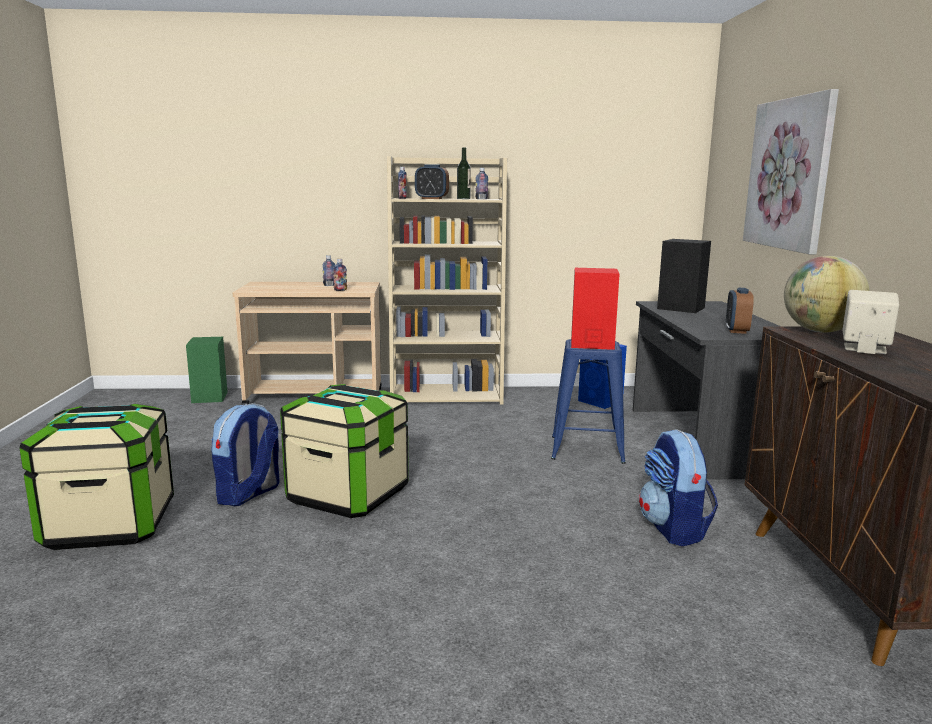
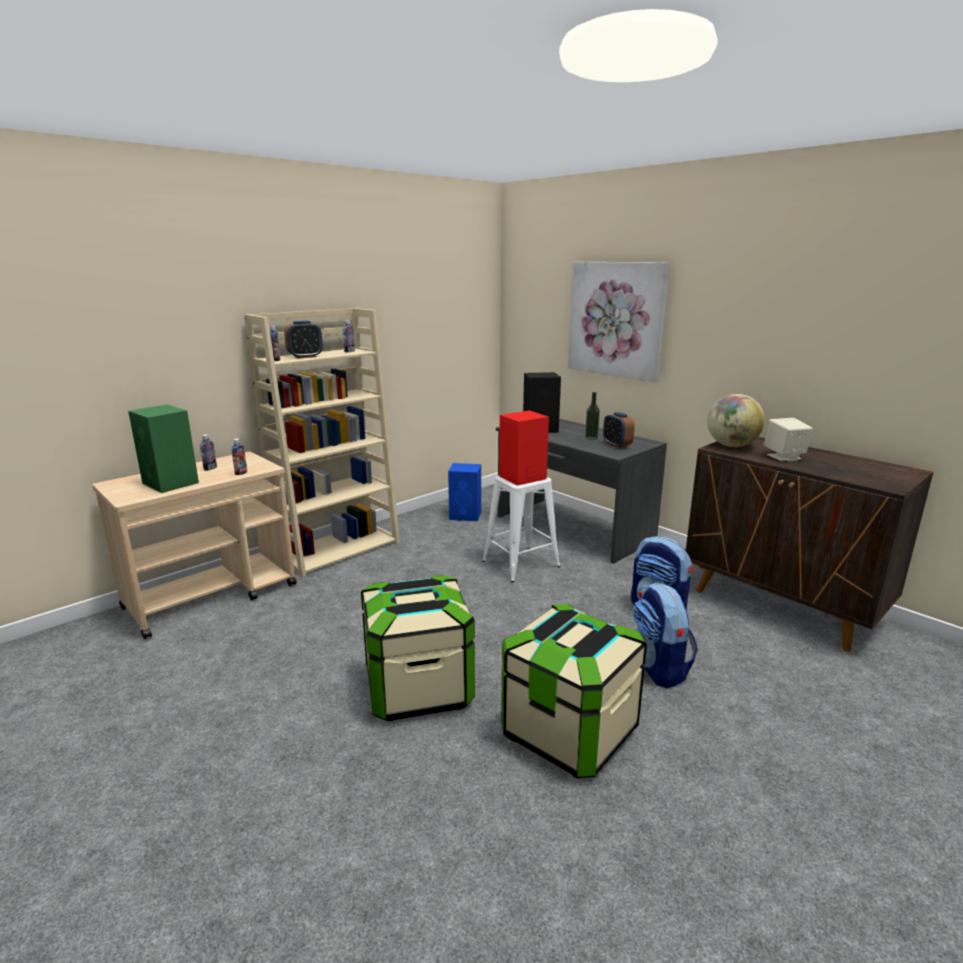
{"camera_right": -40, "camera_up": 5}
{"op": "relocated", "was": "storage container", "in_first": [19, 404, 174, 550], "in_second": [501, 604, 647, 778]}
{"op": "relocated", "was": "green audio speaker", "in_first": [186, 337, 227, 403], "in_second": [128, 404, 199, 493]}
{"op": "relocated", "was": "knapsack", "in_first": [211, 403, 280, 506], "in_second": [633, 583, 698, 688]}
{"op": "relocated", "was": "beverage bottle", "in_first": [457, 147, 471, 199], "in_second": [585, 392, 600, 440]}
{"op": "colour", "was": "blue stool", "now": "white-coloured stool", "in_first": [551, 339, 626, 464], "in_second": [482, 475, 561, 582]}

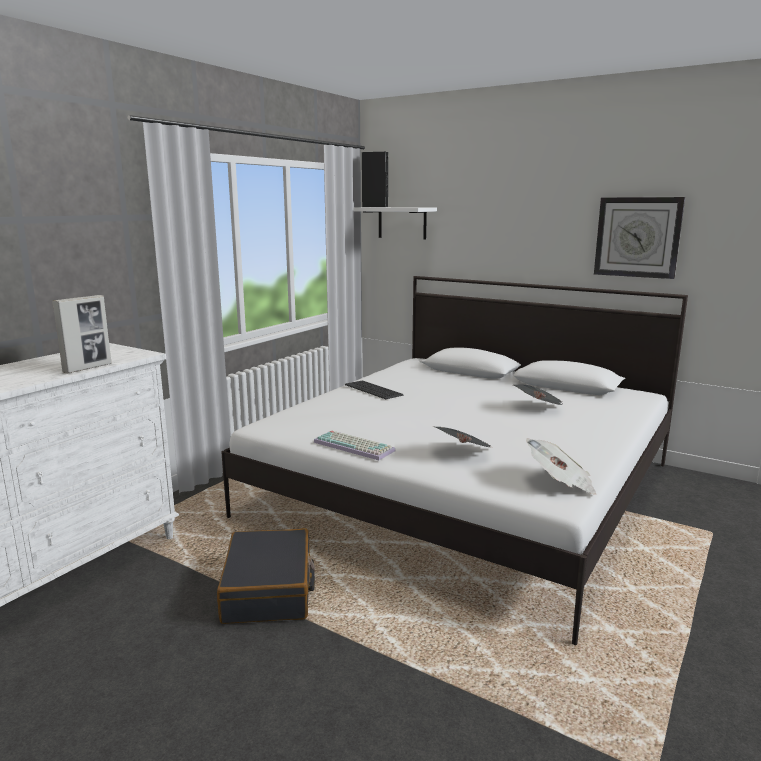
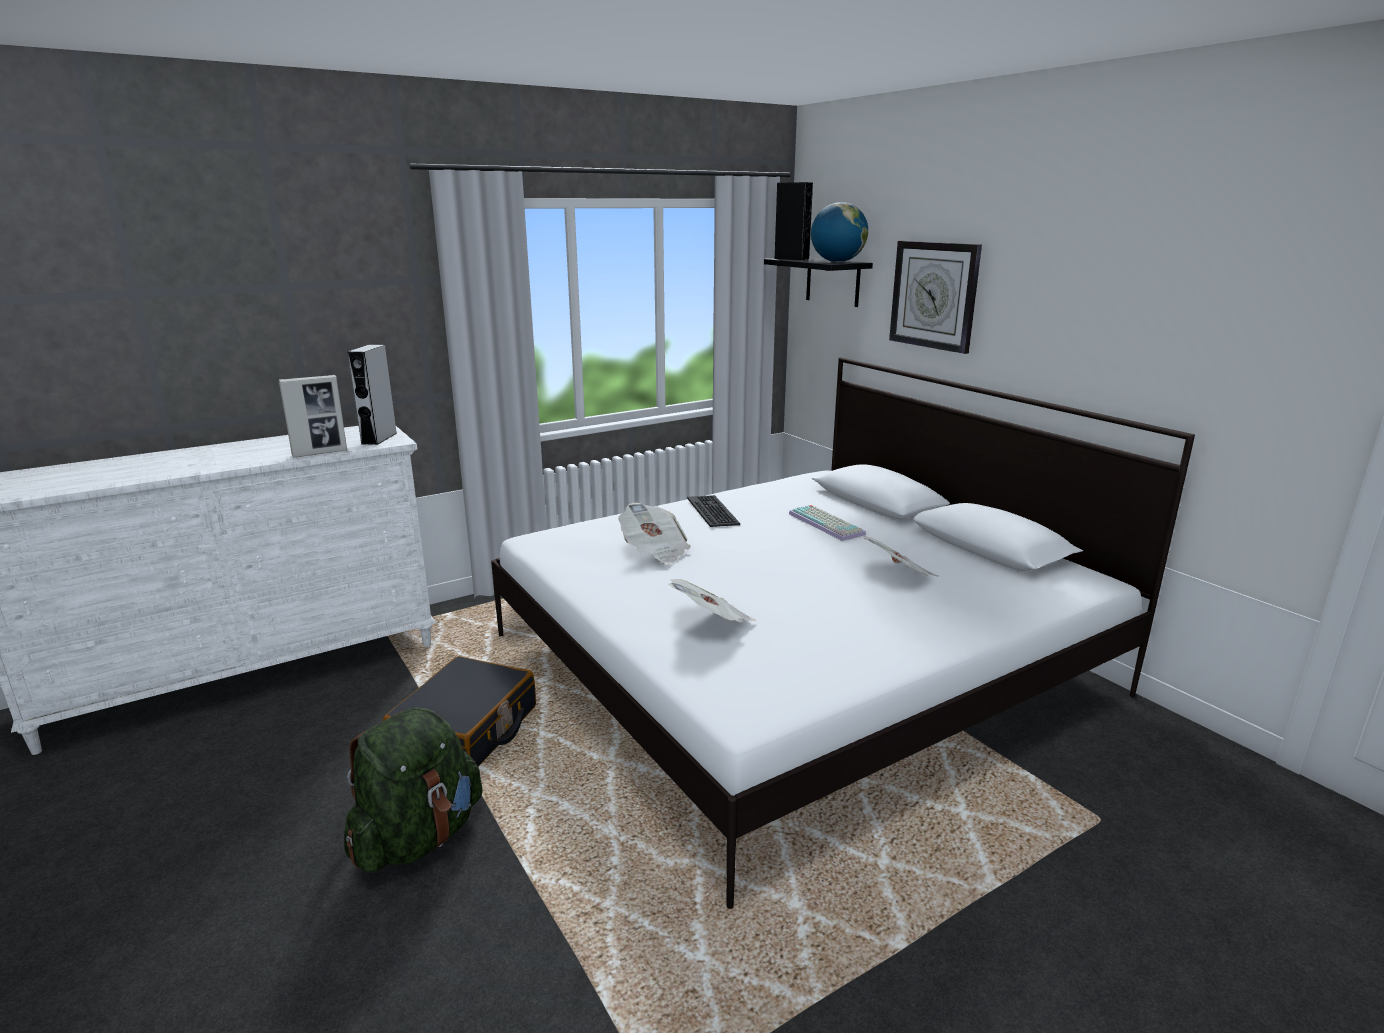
{"camera_right": 25, "camera_up": 5}
{"op": "relocated", "was": "computer keyboard", "in_first": [314, 431, 395, 460], "in_second": [789, 505, 866, 541]}
{"op": "colour", "was": "white-coloured bracket shelf", "now": "black bracket shelf", "in_first": [354, 207, 437, 239], "in_second": [764, 258, 873, 307]}
{"op": "relocated", "was": "daily paper", "in_first": [526, 439, 596, 495], "in_second": [618, 503, 691, 565]}
{"op": "relocated", "was": "hanging clock", "in_first": [594, 197, 685, 279], "in_second": [889, 241, 982, 354]}
{"op": "appeared", "now": "green knapsack", "in_second": [344, 707, 482, 872]}
{"op": "appeared", "now": "greyish audio speaker", "in_second": [348, 344, 397, 445]}
{"op": "appeared", "now": "desk globe", "in_second": [811, 202, 868, 262]}

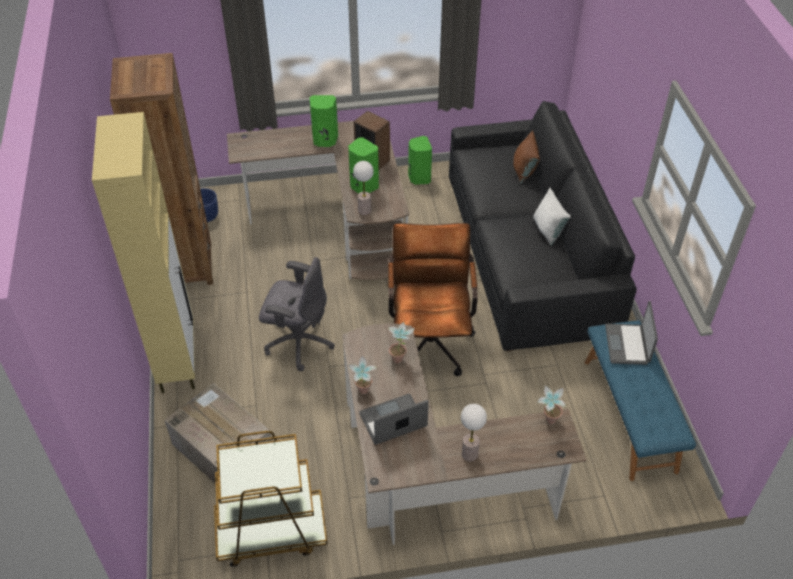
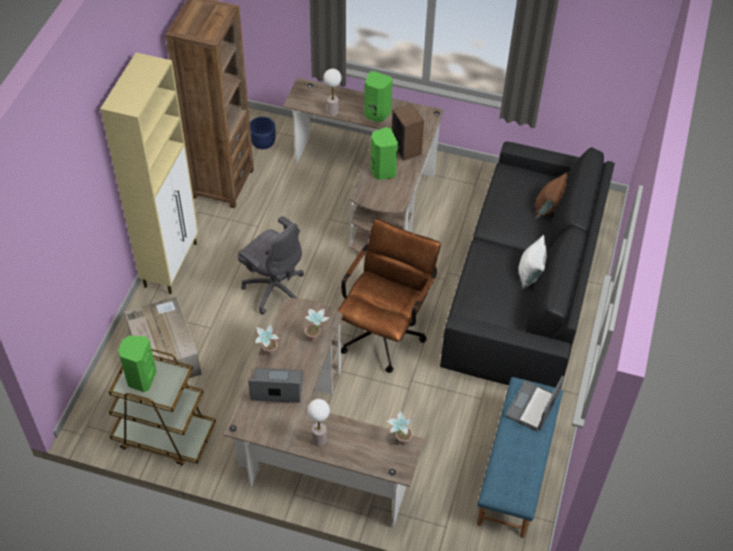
{"camera_right": 25, "camera_up": 5}
{"op": "relocated", "was": "lamp for a table", "in_first": [353, 161, 374, 215], "in_second": [324, 69, 342, 116]}
{"op": "relocated", "was": "green audio speaker", "in_first": [408, 136, 432, 185], "in_second": [118, 335, 157, 392]}

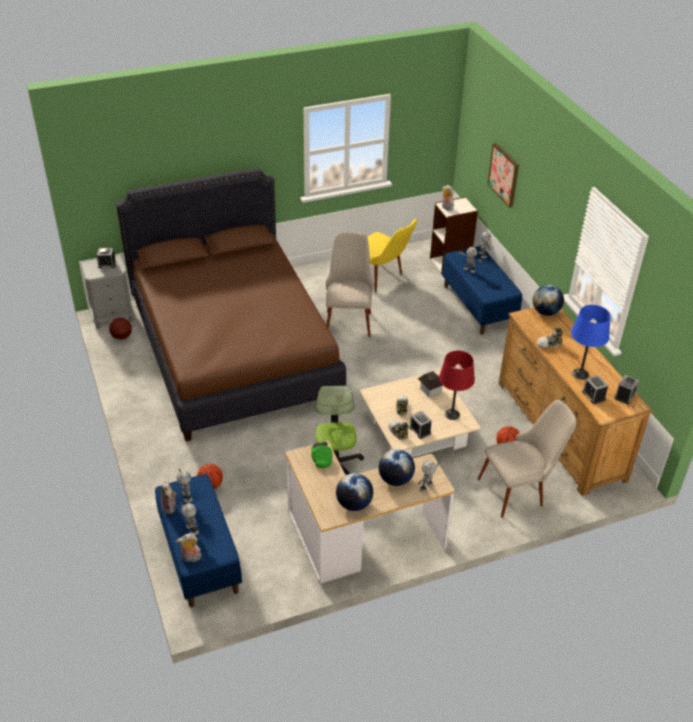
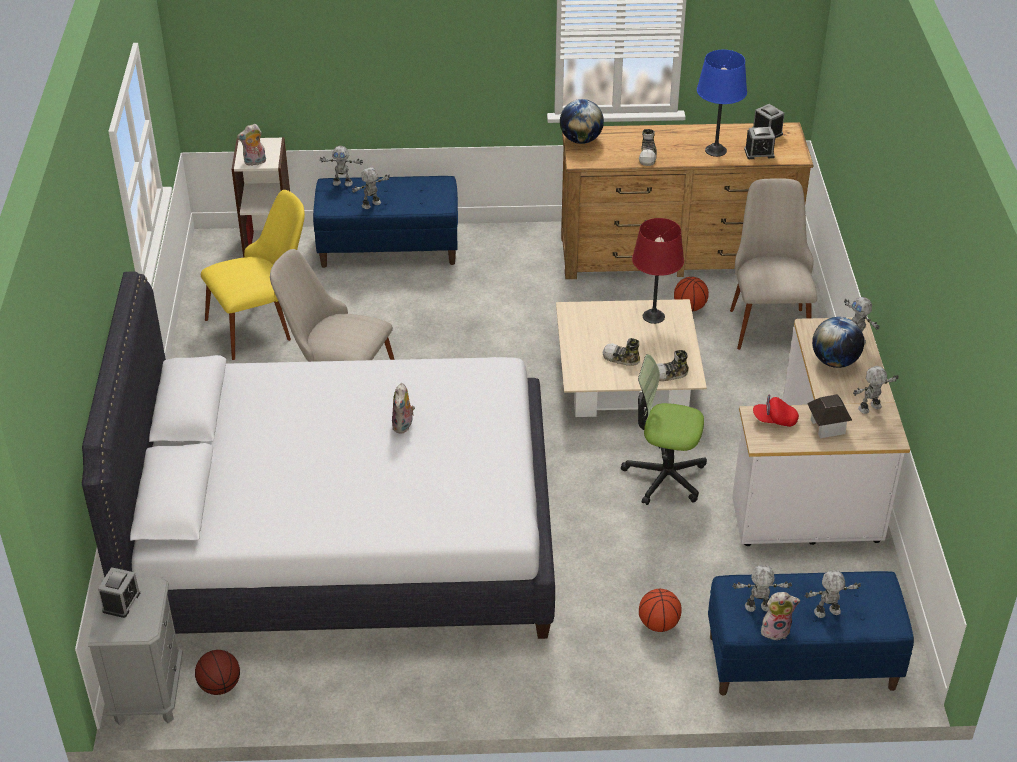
{"camera_right": -70, "camera_up": 0}
{"op": "colour", "was": "brown bedroom bed", "now": "white-coloured bedroom bed", "in_first": [116, 168, 346, 441], "in_second": [82, 272, 555, 639]}
{"op": "relocated", "was": "cuddly toy", "in_first": [176, 533, 201, 562], "in_second": [392, 383, 415, 433]}
{"op": "colour", "was": "green baseball cap", "now": "red-coloured baseball cap", "in_first": [311, 441, 332, 468], "in_second": [753, 395, 799, 427]}
{"op": "exchanged", "was": "desk globe", "now": "model robot", "in_first": [336, 473, 373, 511], "in_second": [853, 366, 898, 414]}
{"op": "missing", "was": "table clock", "in_first": [409, 411, 432, 439]}
{"op": "relocated", "was": "toy house", "in_first": [418, 371, 443, 397], "in_second": [807, 394, 852, 438]}
{"op": "missing", "was": "wall art", "in_first": [488, 143, 519, 208]}

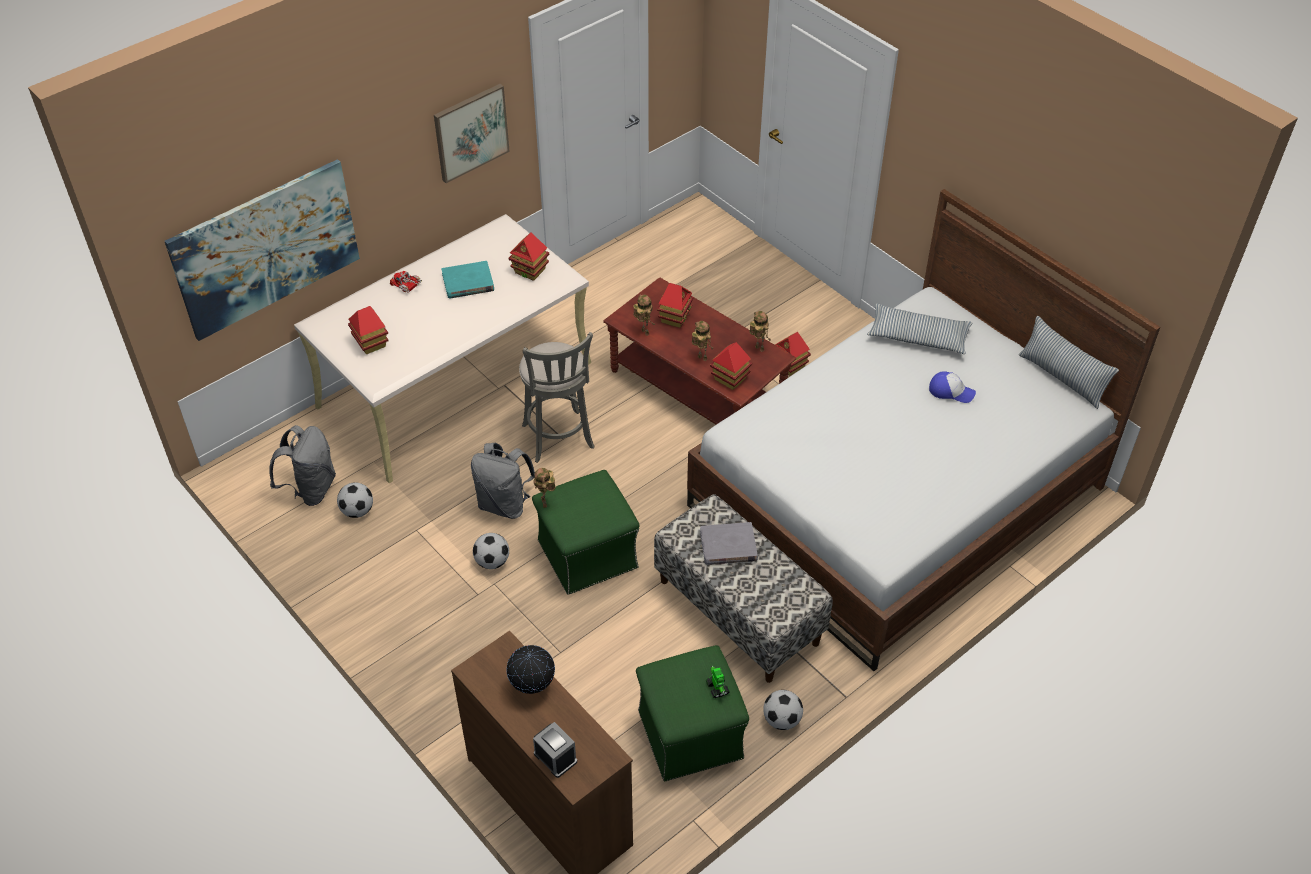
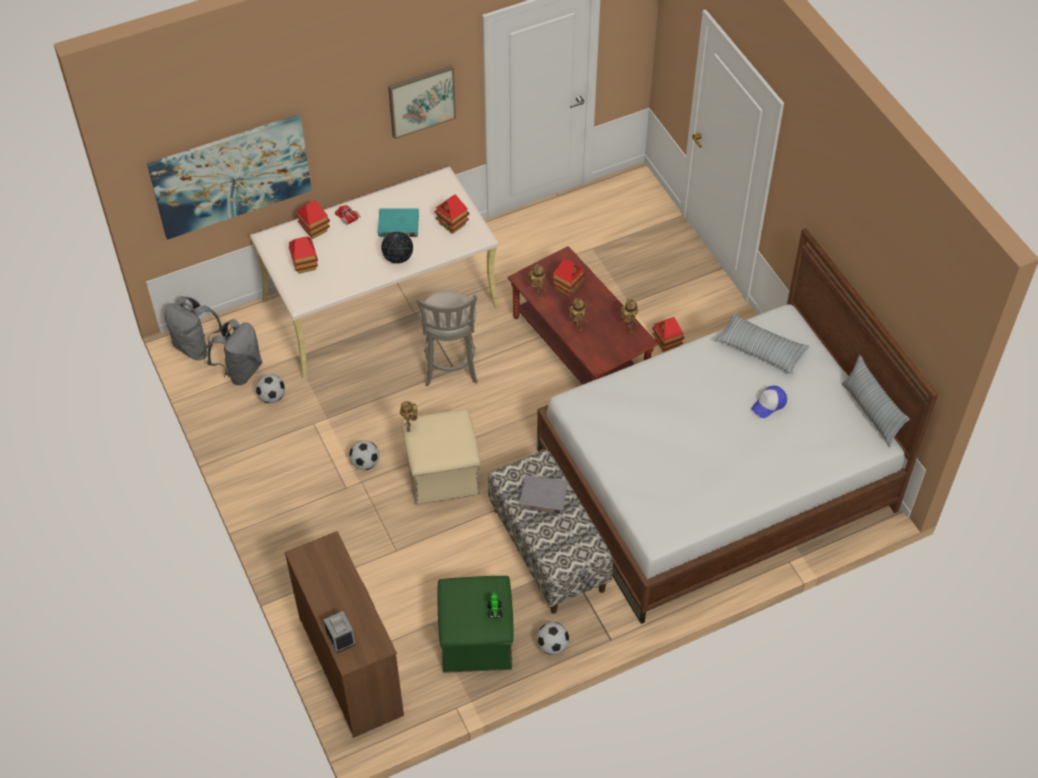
{"camera_right": 15, "camera_up": 5}
{"op": "relocated", "was": "greyish knapsack", "in_first": [471, 443, 535, 519], "in_second": [164, 297, 222, 360]}
{"op": "relocated", "was": "desk globe", "in_first": [507, 645, 555, 694], "in_second": [381, 231, 413, 264]}
{"op": "colour", "was": "green footrest", "now": "beige-coloured footrest", "in_first": [532, 470, 639, 595], "in_second": [402, 409, 480, 504]}
{"op": "relocated", "was": "toy house", "in_first": [710, 342, 752, 390], "in_second": [296, 200, 330, 239]}
{"op": "spun", "was": "baseball cap", "in_first": [929, 371, 976, 403], "in_second": [751, 386, 787, 418], "clockwise": 105}

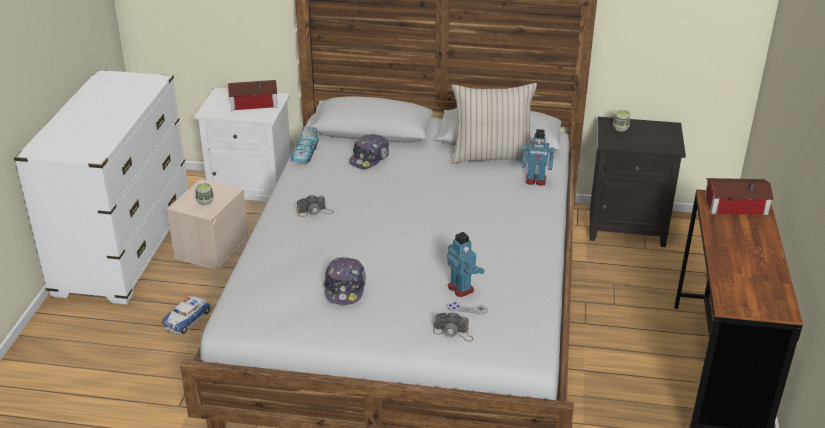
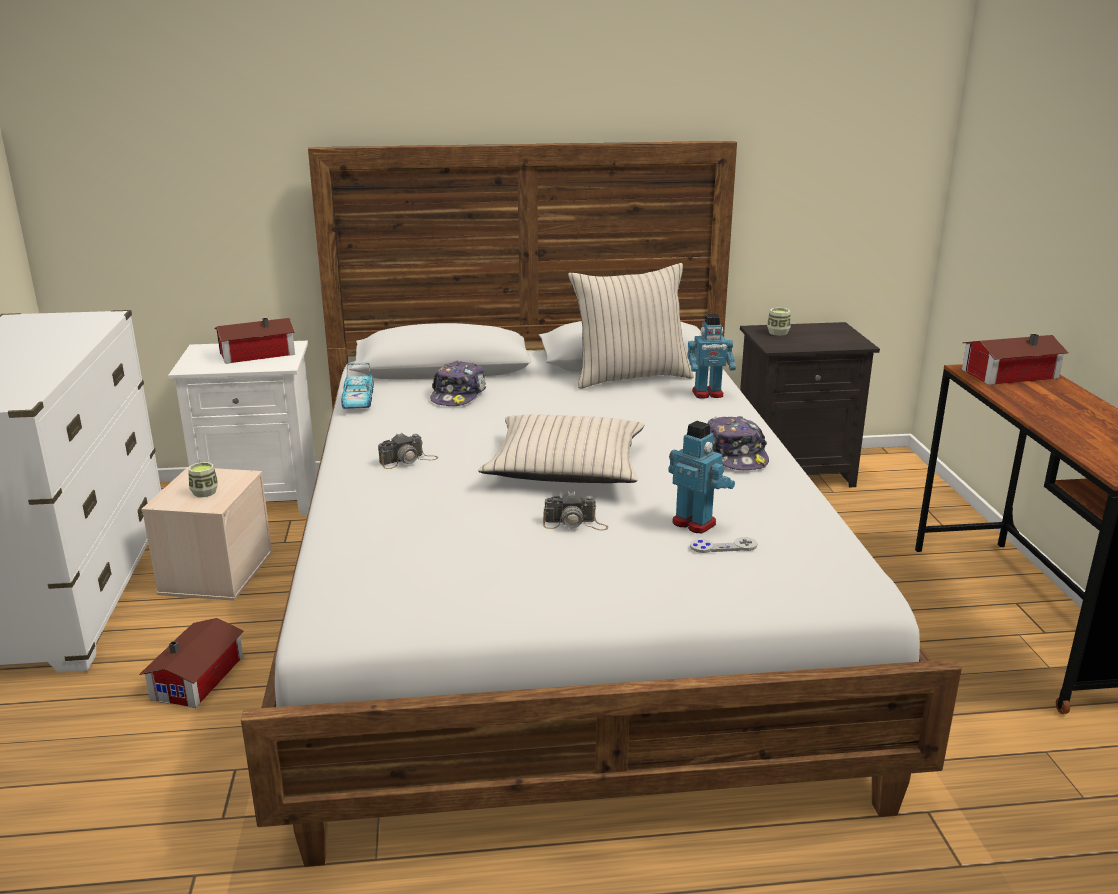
{"camera_right": -15, "camera_up": -10}
{"op": "exchanged", "was": "miniature car", "now": "toy house", "in_first": [162, 296, 211, 335], "in_second": [140, 618, 244, 708]}
{"op": "relocated", "was": "baseball cap", "in_first": [324, 257, 366, 305], "in_second": [707, 416, 769, 470]}
{"op": "relocated", "was": "still camera", "in_first": [433, 312, 473, 342], "in_second": [543, 491, 608, 531]}
{"op": "appeared", "now": "beige-coloured pillow", "in_second": [478, 414, 645, 483]}

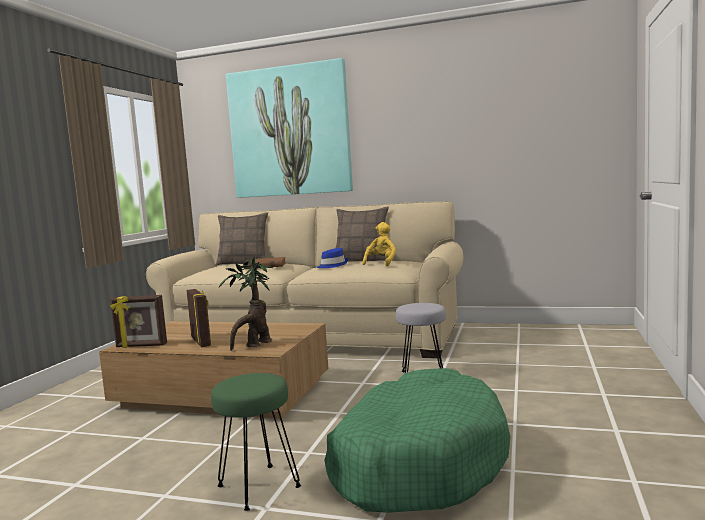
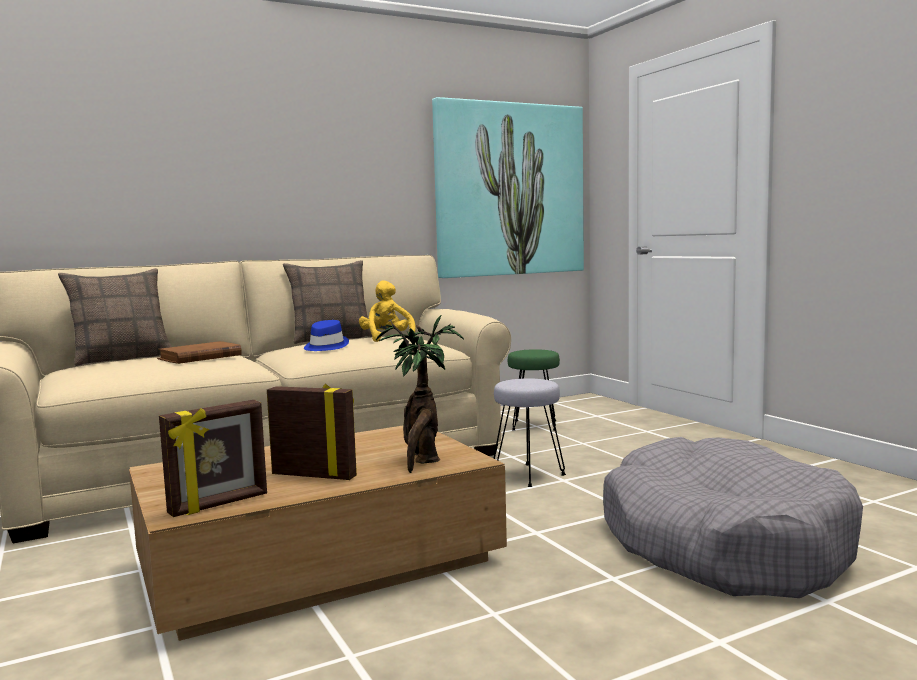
{"camera_right": -45, "camera_up": 0}
{"op": "relocated", "was": "green stool", "in_first": [211, 373, 301, 511], "in_second": [508, 349, 560, 431]}
{"op": "relocated", "was": "wall art", "in_first": [226, 58, 353, 198], "in_second": [432, 97, 584, 278]}
{"op": "colour", "was": "green dog cushion", "now": "greyish dog cushion", "in_first": [324, 368, 511, 513], "in_second": [603, 437, 863, 598]}

